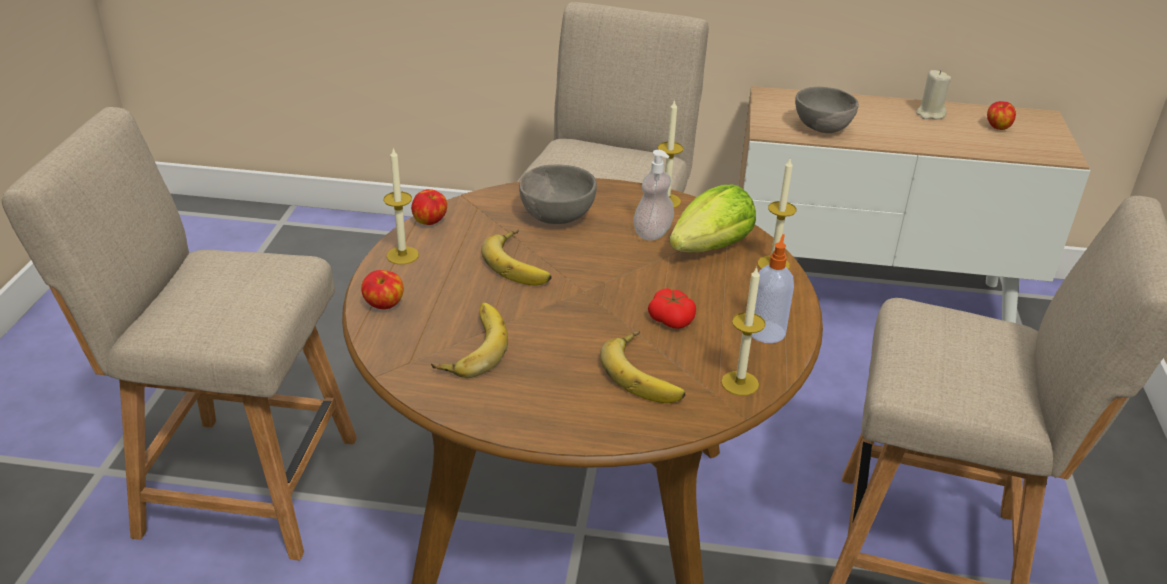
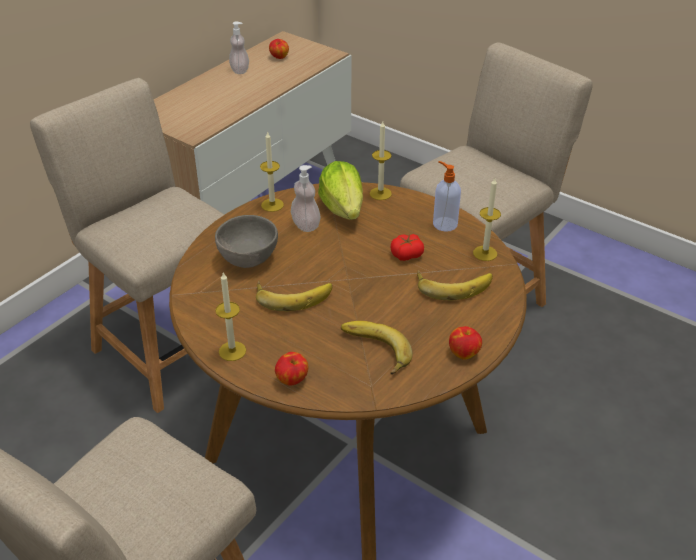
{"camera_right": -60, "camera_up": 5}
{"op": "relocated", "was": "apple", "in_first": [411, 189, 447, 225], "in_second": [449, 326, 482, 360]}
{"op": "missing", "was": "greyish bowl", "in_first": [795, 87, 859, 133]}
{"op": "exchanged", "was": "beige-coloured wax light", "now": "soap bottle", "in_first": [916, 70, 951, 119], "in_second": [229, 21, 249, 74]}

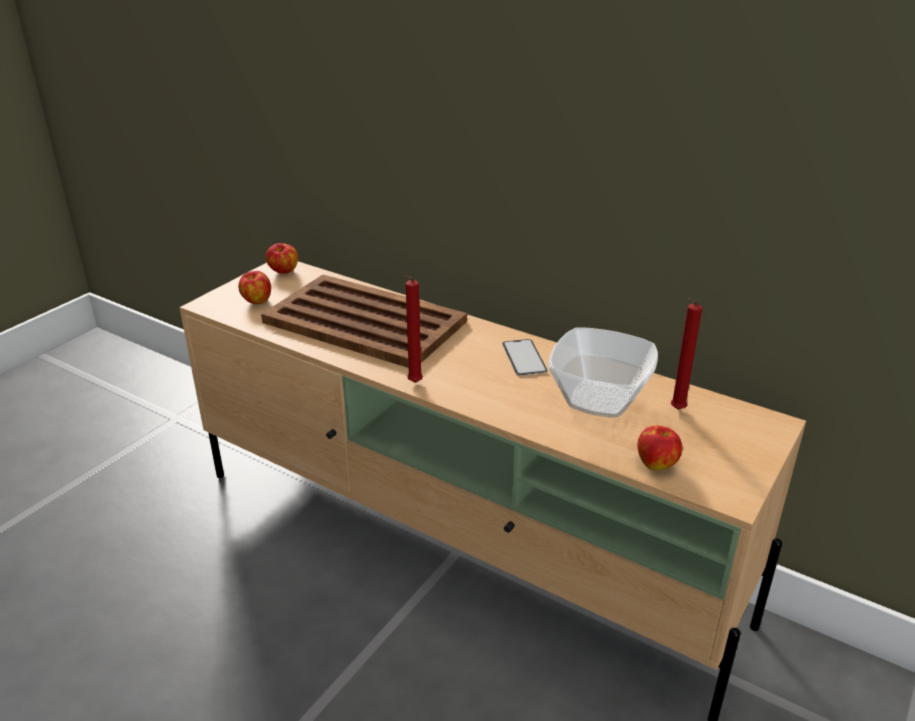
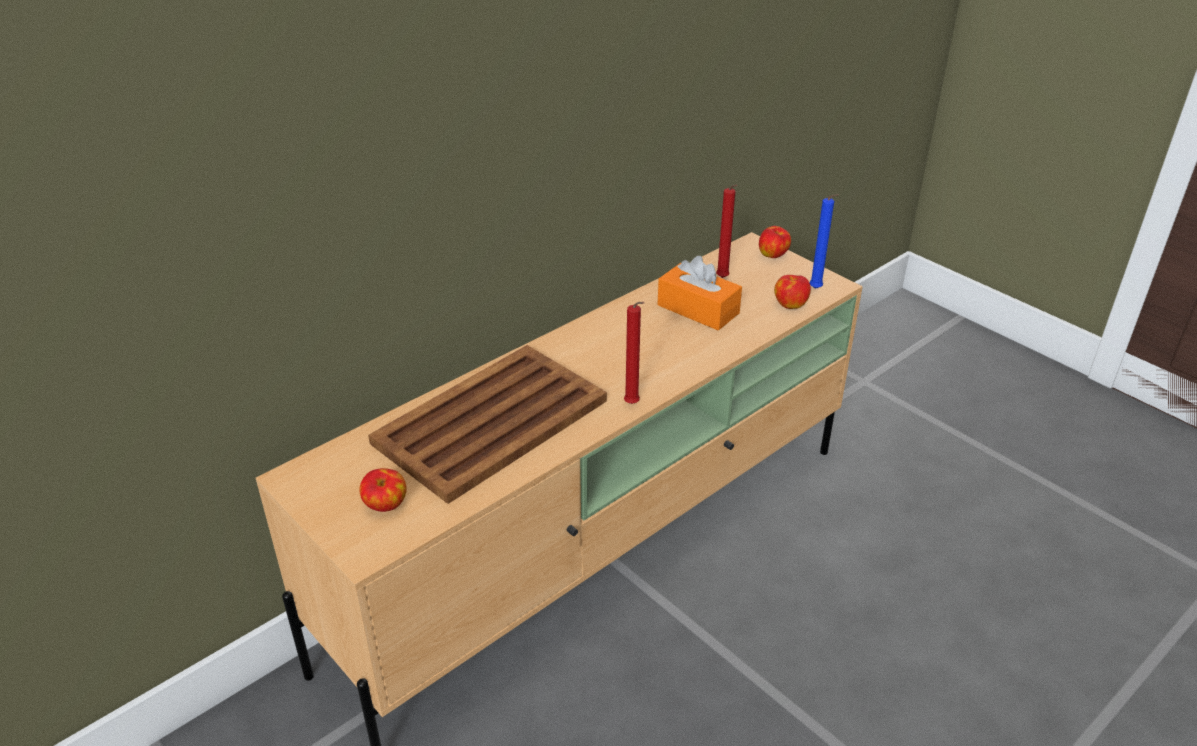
{"camera_right": -75, "camera_up": 5}
{"op": "relocated", "was": "apple", "in_first": [266, 243, 298, 274], "in_second": [759, 226, 791, 258]}
{"op": "missing", "was": "handset", "in_first": [502, 339, 547, 376]}
{"op": "exchanged", "was": "bowl", "now": "orangey tissue box", "in_first": [548, 328, 658, 417], "in_second": [657, 256, 742, 330]}
{"op": "appeared", "now": "blue wax light", "in_second": [810, 194, 839, 289]}

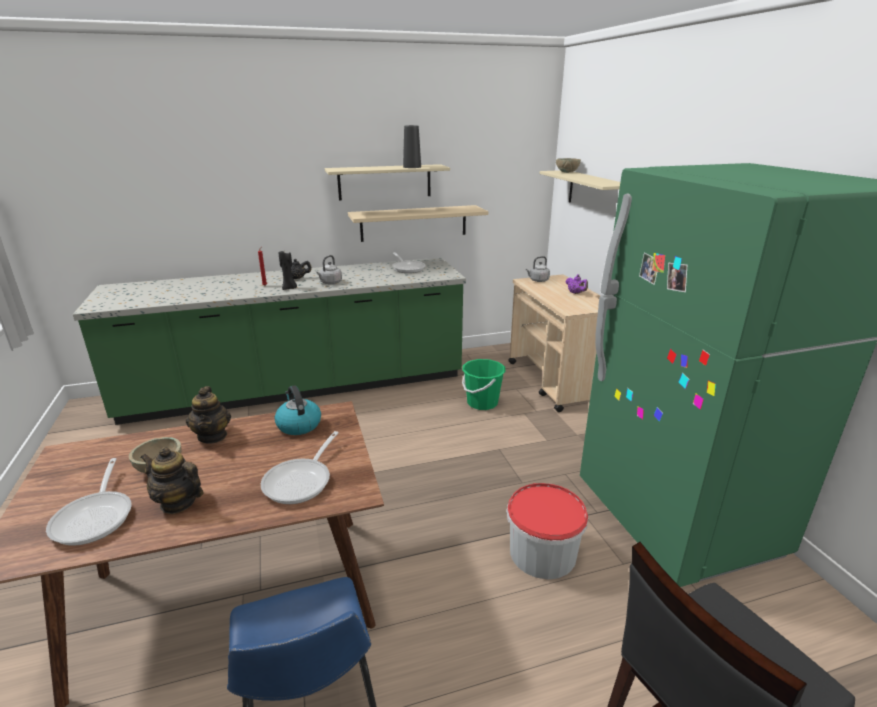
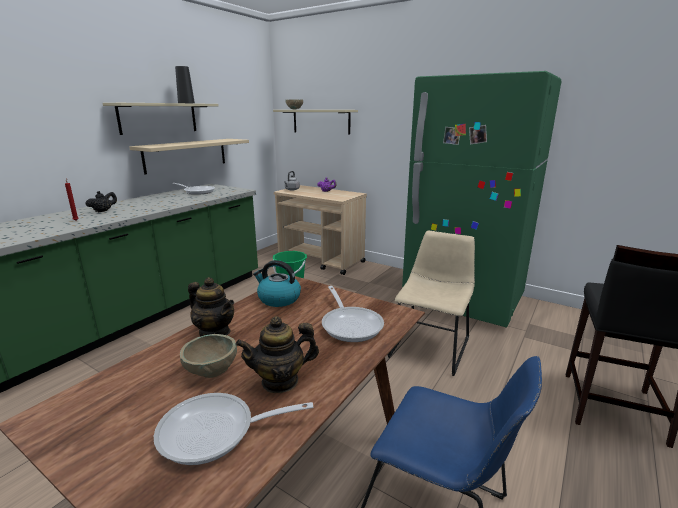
{"camera_right": -40, "camera_up": -5}
{"op": "spun", "was": "pan", "in_first": [46, 458, 132, 546], "in_second": [154, 393, 313, 465], "clockwise": 135}
{"op": "missing", "was": "black wax light", "in_first": [279, 250, 297, 290]}
{"op": "missing", "was": "greyish water kettle", "in_first": [317, 255, 342, 284]}
{"op": "exchanged", "was": "water bucket", "now": "beige-coloured plain chair", "in_first": [506, 483, 588, 579], "in_second": [387, 231, 475, 376]}

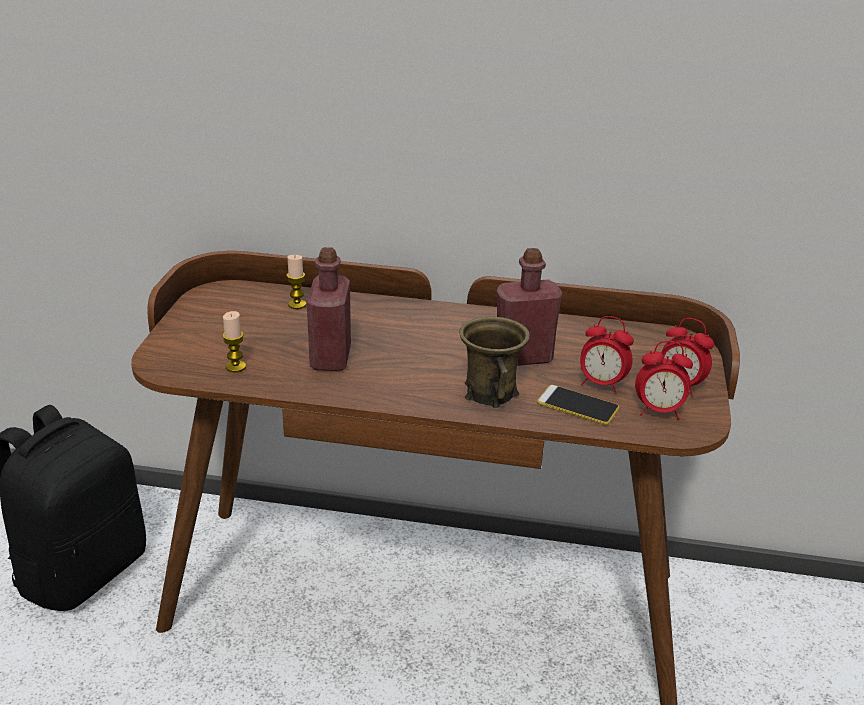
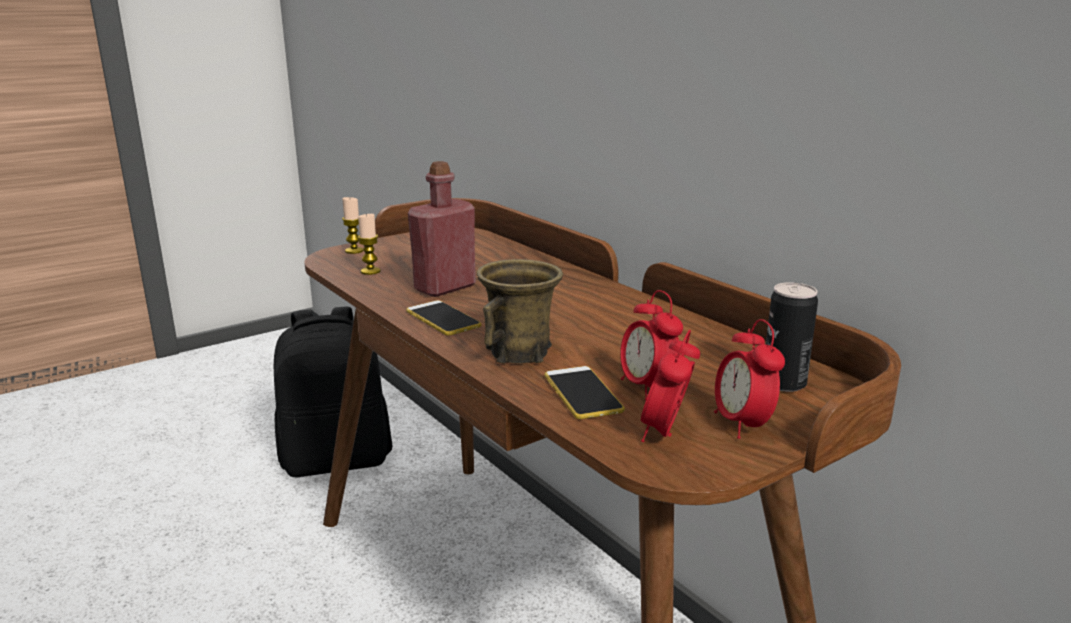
{"camera_right": 45, "camera_up": -10}
{"op": "relocated", "was": "wax light", "in_first": [286, 255, 306, 309], "in_second": [342, 197, 364, 254]}
{"op": "missing", "was": "red-coloured beverage bottle", "in_first": [497, 248, 562, 366]}
{"op": "spun", "was": "table clock", "in_first": [635, 341, 693, 420], "in_second": [641, 330, 700, 442], "clockwise": 60}
{"op": "appeared", "now": "handset", "in_second": [406, 300, 482, 335]}
{"op": "appeared", "now": "can", "in_second": [766, 282, 818, 392]}

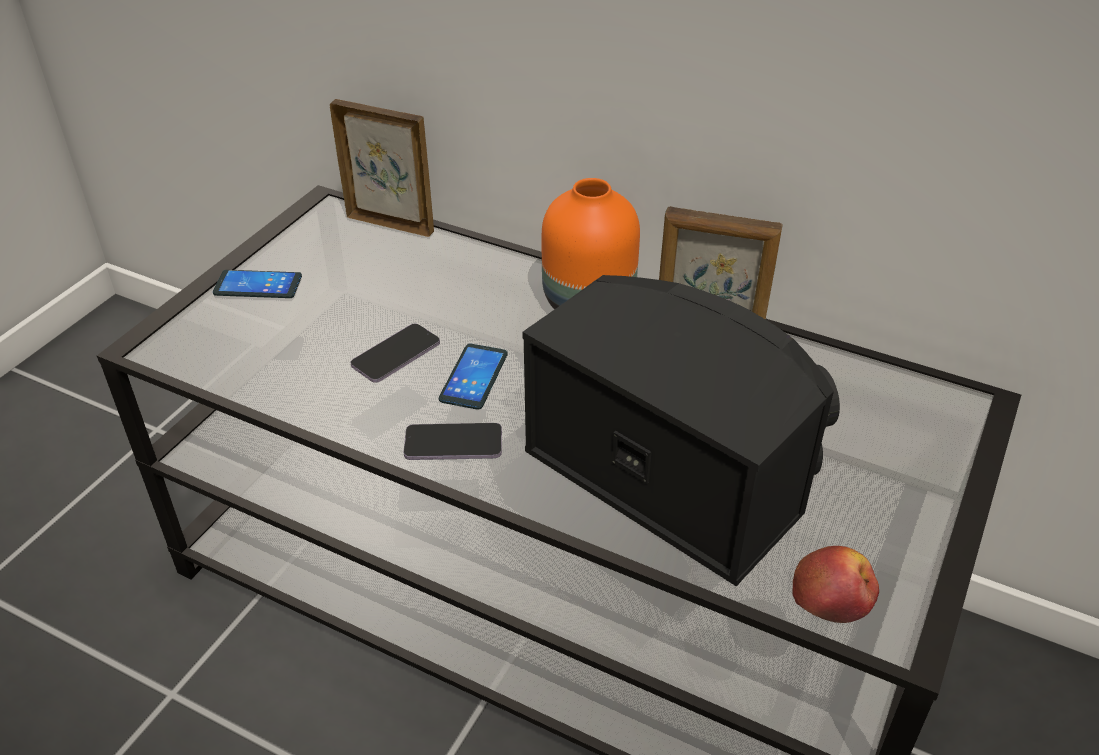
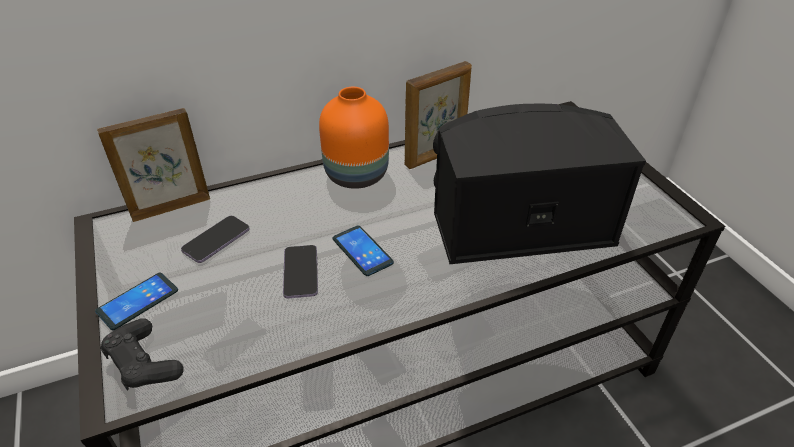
{"camera_right": -50, "camera_up": 0}
{"op": "relocated", "was": "handset", "in_first": [404, 423, 502, 460], "in_second": [181, 216, 250, 263]}
{"op": "missing", "was": "apple", "in_first": [792, 546, 879, 623]}
{"op": "appeared", "now": "black game controller", "in_second": [101, 318, 184, 391]}

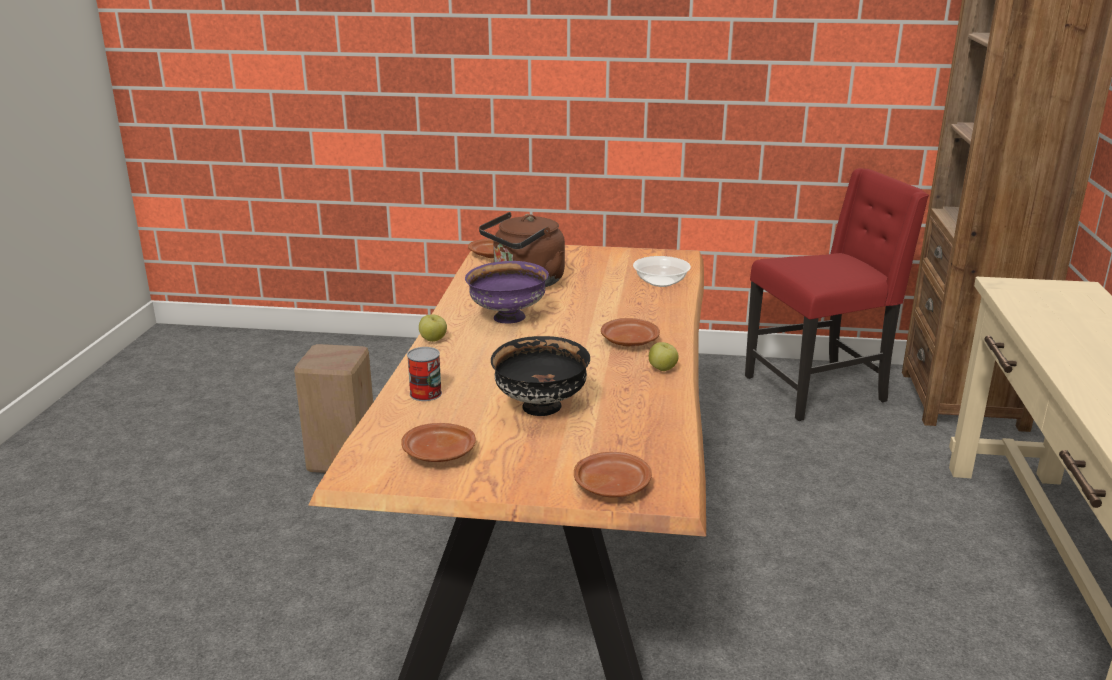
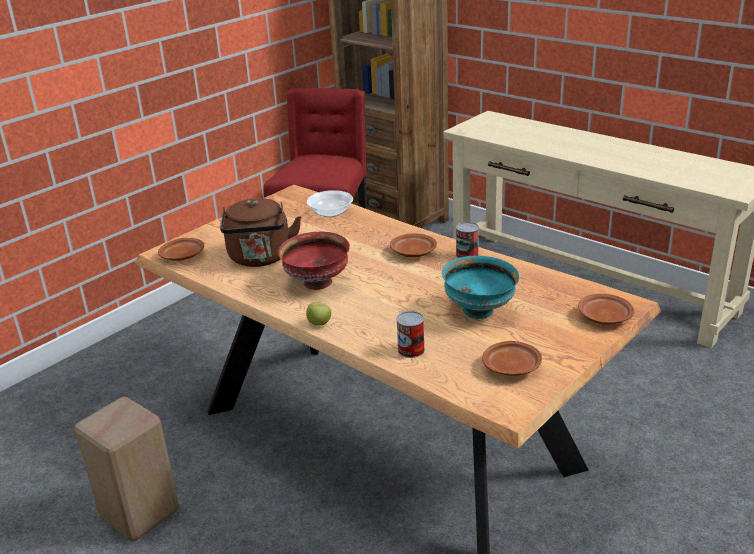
{"camera_right": -55, "camera_up": 5}
{"op": "colour", "was": "purple bowl", "now": "red-coloured bowl", "in_first": [465, 261, 549, 324], "in_second": [278, 232, 350, 290]}
{"op": "colour", "was": "black bowl", "now": "blue-green bowl", "in_first": [491, 336, 590, 416], "in_second": [442, 256, 519, 319]}
{"op": "exchanged", "was": "apple", "now": "can", "in_first": [649, 342, 679, 371], "in_second": [456, 222, 479, 258]}

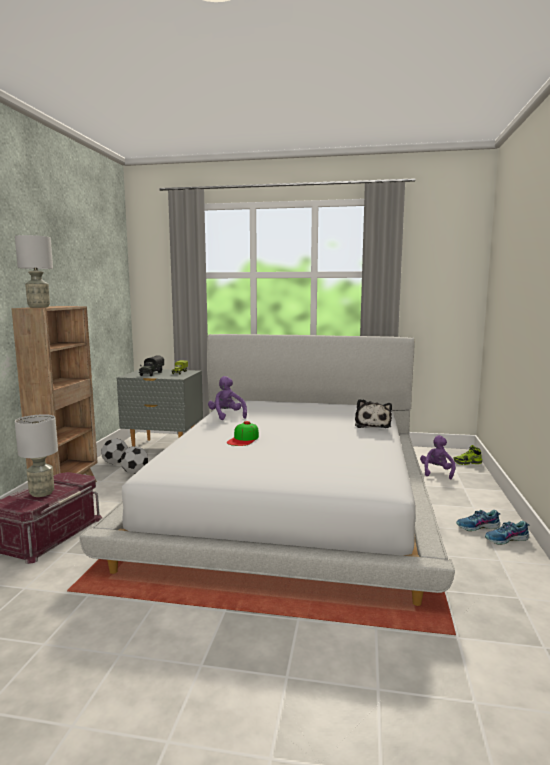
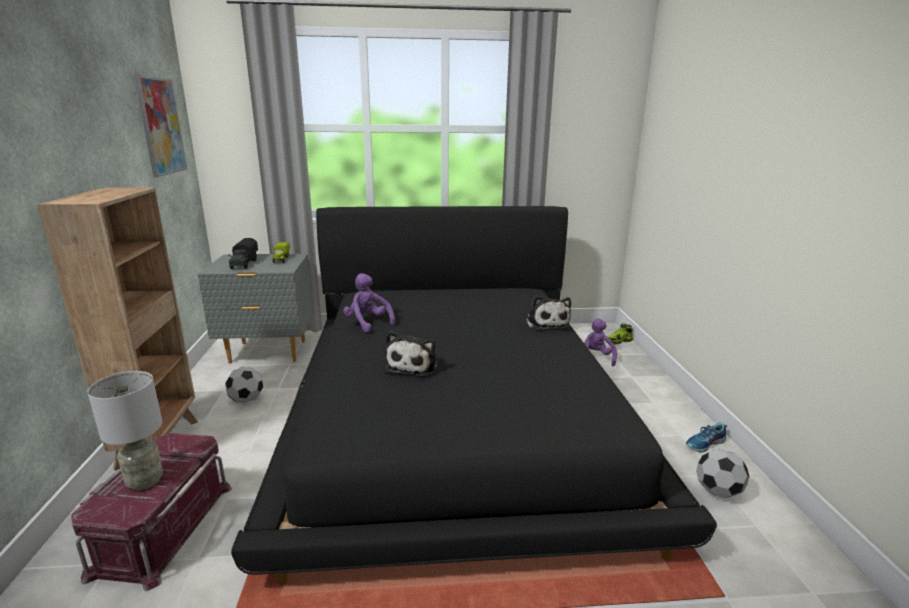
{"camera_right": -15, "camera_up": 10}
{"op": "missing", "was": "greyish lamp for a table", "in_first": [15, 235, 53, 308]}
{"op": "colour", "was": "white-coloured bedroom bed", "now": "black bedroom bed", "in_first": [79, 334, 455, 606], "in_second": [231, 206, 717, 585]}
{"op": "relocated", "was": "football", "in_first": [101, 438, 128, 464], "in_second": [696, 449, 749, 498]}
{"op": "exchanged", "was": "baseball cap", "now": "cuddly toy", "in_first": [227, 421, 259, 446], "in_second": [385, 331, 437, 377]}
{"op": "missing", "was": "shoe", "in_first": [456, 510, 501, 531]}
{"op": "appeared", "now": "wall art", "in_second": [134, 75, 187, 177]}

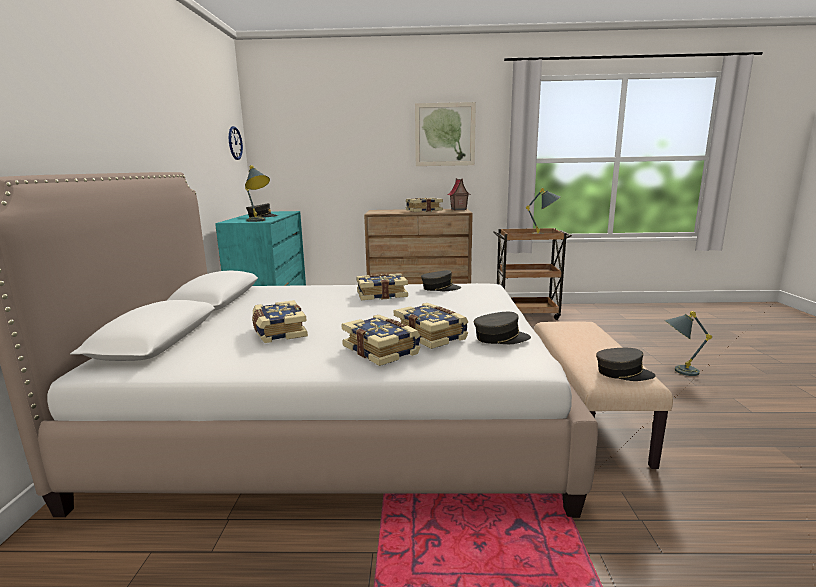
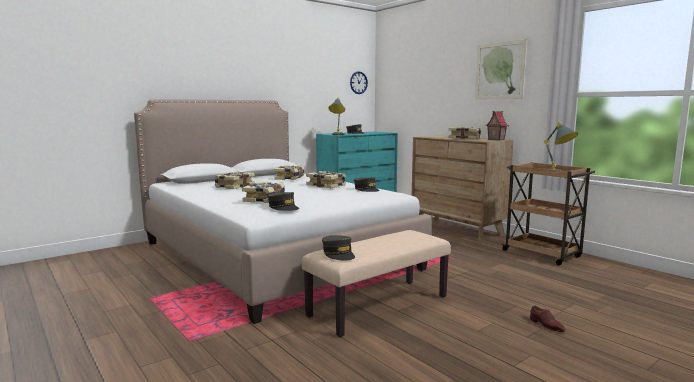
{"camera_right": 50, "camera_up": -5}
{"op": "relocated", "was": "bound book", "in_first": [341, 315, 420, 366], "in_second": [274, 165, 304, 180]}
{"op": "exchanged", "was": "greyish lamp for a table", "now": "brown shoe", "in_first": [665, 311, 712, 376], "in_second": [530, 305, 565, 332]}

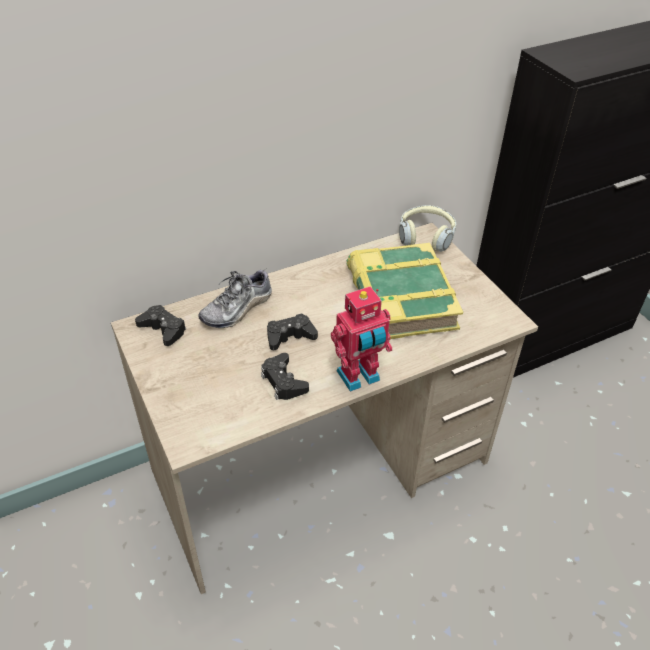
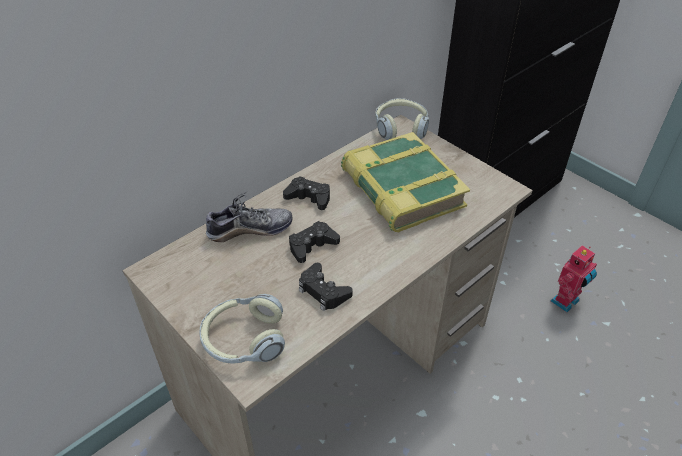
{"camera_right": -15, "camera_up": 0}
{"op": "relocated", "was": "black game controller", "in_first": [135, 305, 186, 346], "in_second": [283, 176, 330, 210]}
{"op": "spun", "was": "shoe", "in_first": [199, 270, 272, 328], "in_second": [205, 192, 292, 242], "clockwise": -135}
{"op": "relocated", "was": "model robot", "in_first": [331, 286, 392, 392], "in_second": [550, 245, 597, 312]}
{"op": "appeared", "now": "headset", "in_second": [199, 294, 285, 364]}

